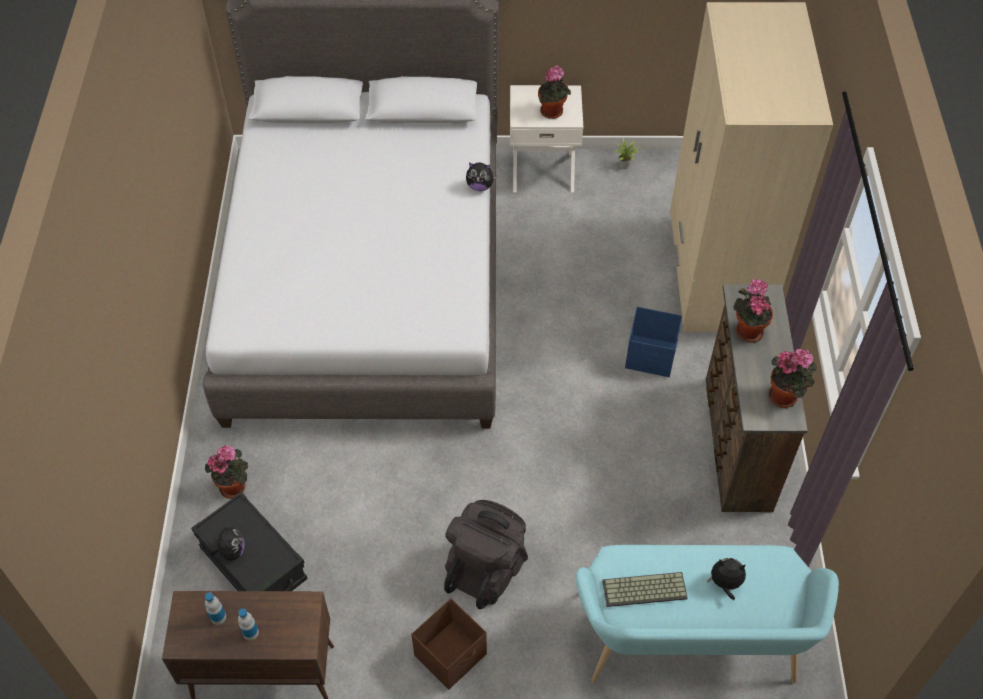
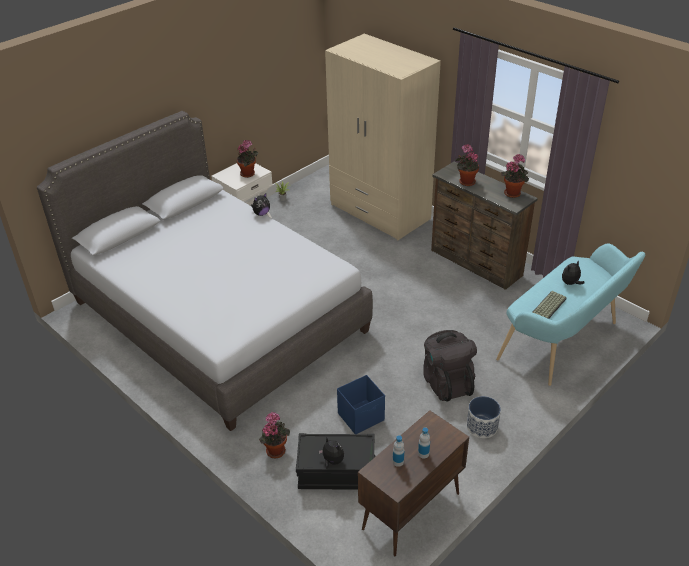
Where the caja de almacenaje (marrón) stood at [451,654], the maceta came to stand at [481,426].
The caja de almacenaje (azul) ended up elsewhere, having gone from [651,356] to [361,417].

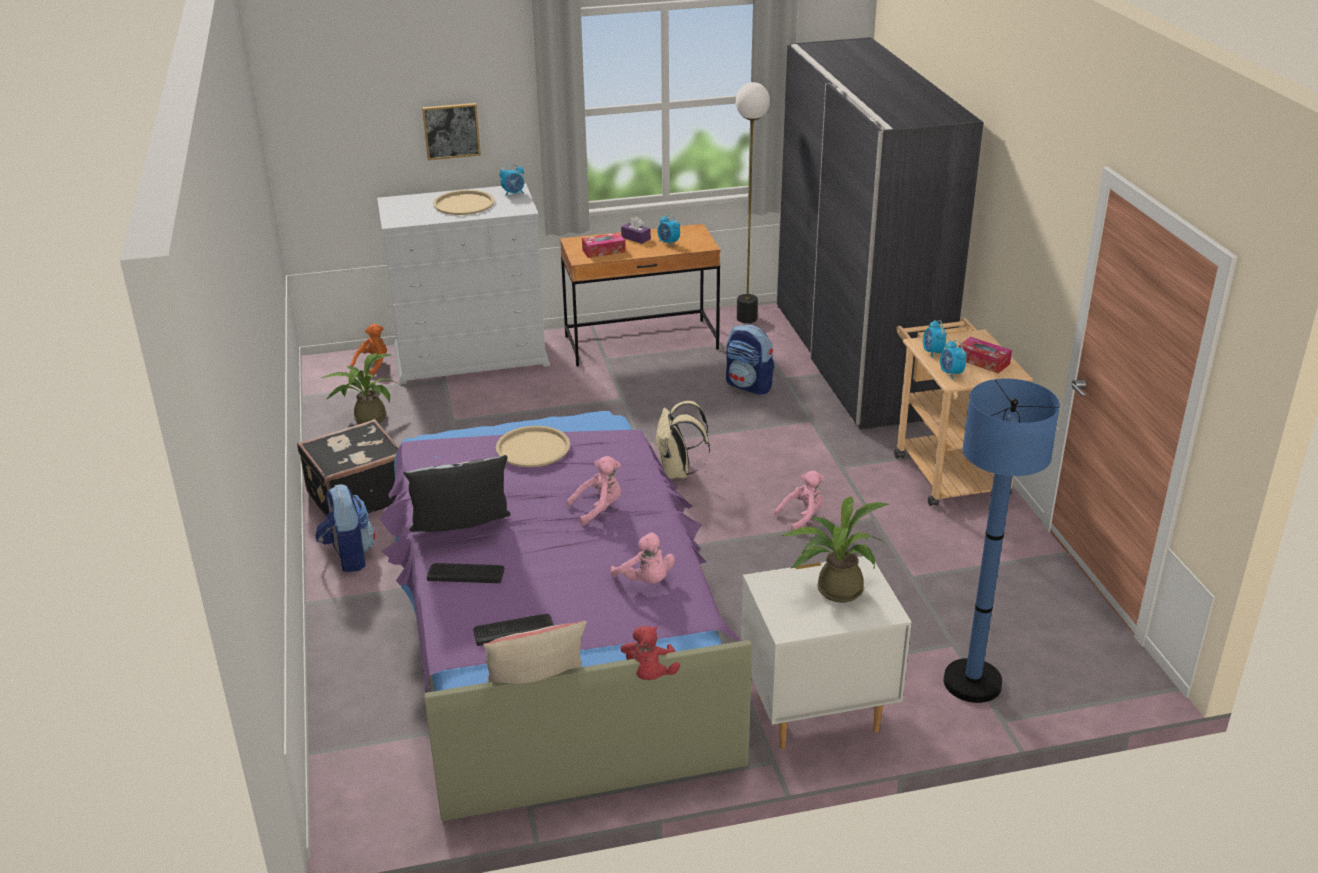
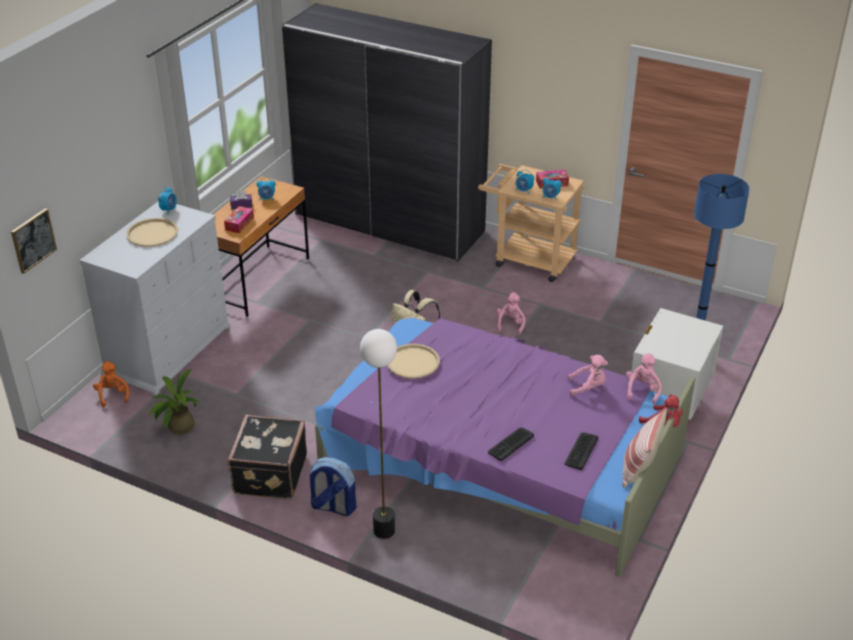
The second view lost the cojín at [462,530].
The cuadro ended up elsewhere, having gone from [451,131] to [33,240].
The peluche (rosa) ended up elsewhere, having gone from [599,508] to [642,390].
The second view lost the mochila at [749,386].
The lámpara de pie ended up elsewhere, having gone from [746,318] to [383,530].
The second view lost the planta en maceta at [833,589].

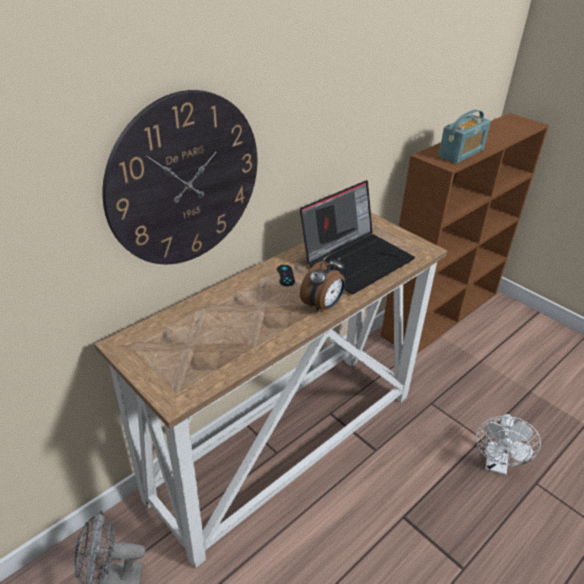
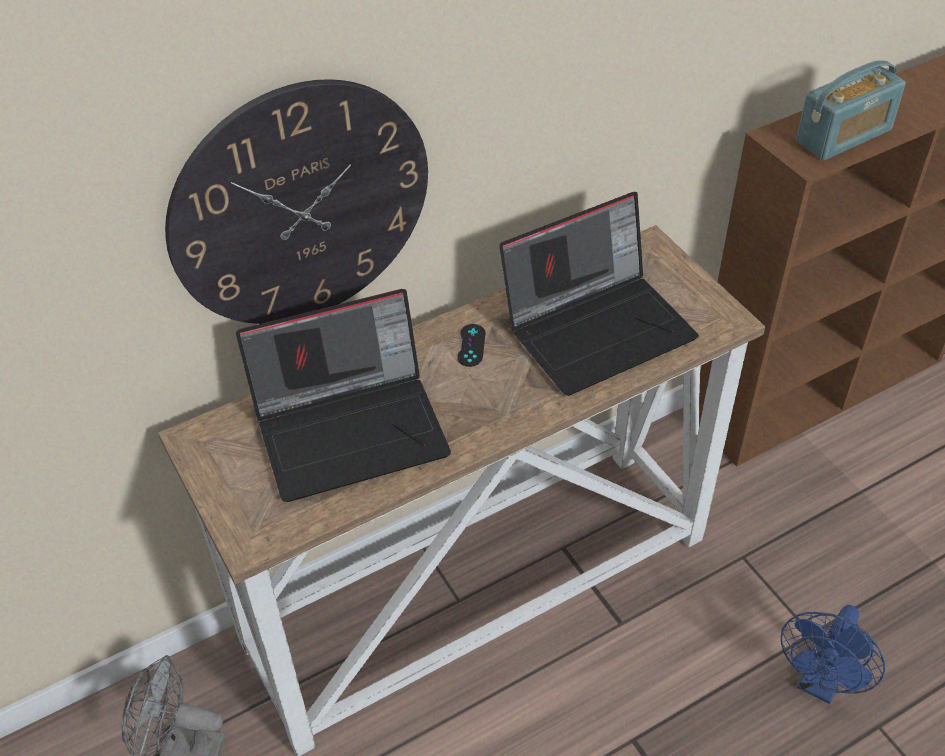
The second view lost the despertador at [323,306].
What was the ventilador (blanco) at [496,464] turned into the ventilador (azul) at [820,683].
The second view gained the portátil at [353,428].

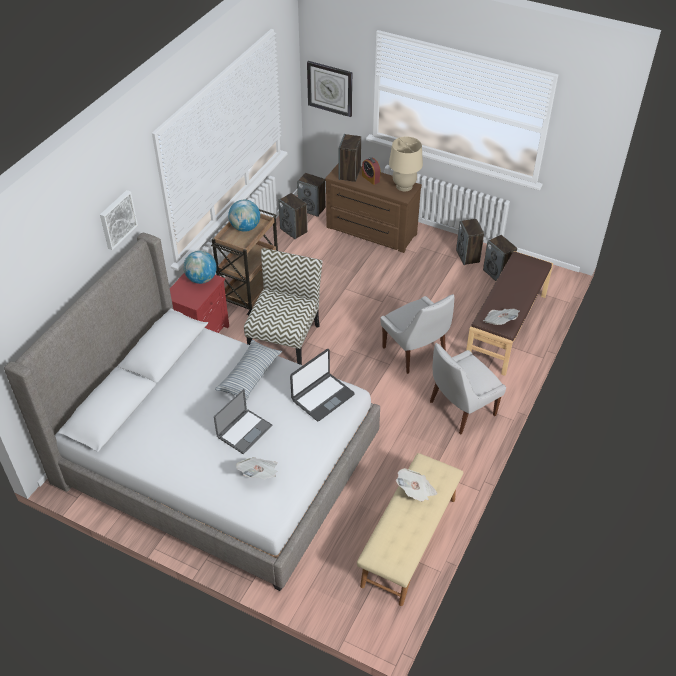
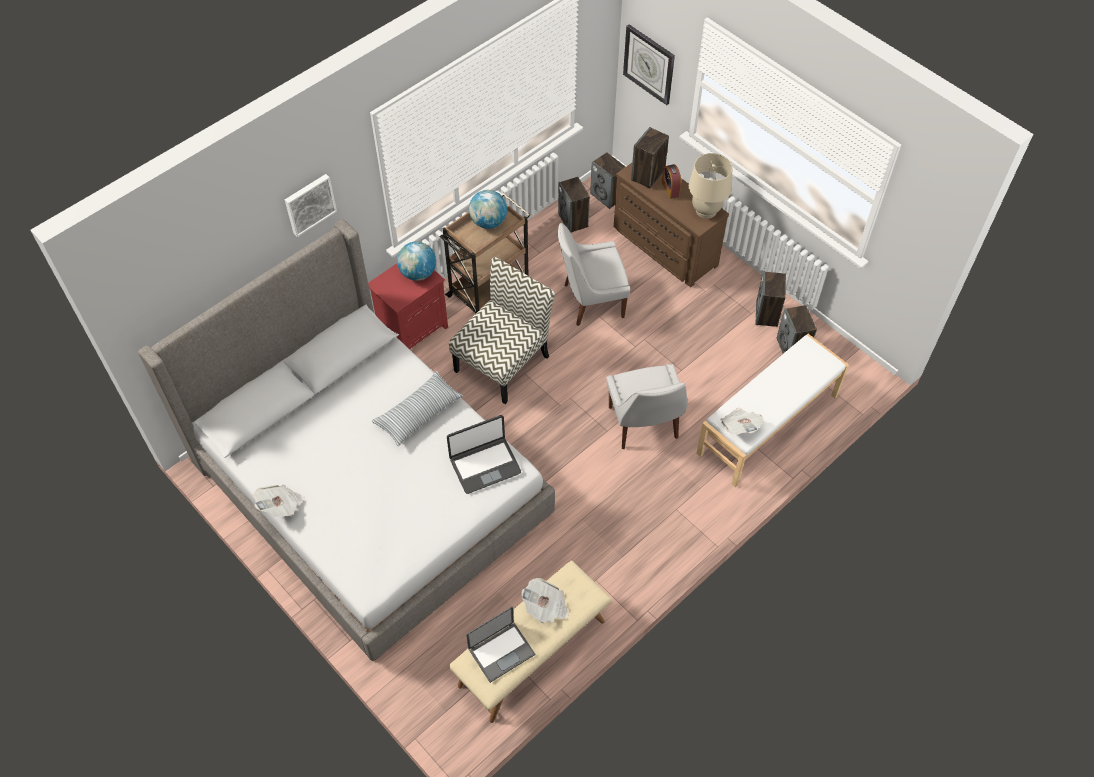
The portátil ended up elsewhere, having gone from [244,430] to [502,651].
The periódico ended up elsewhere, having gone from [259,474] to [281,506].
The silla (blanco) ended up elsewhere, having gone from [460,409] to [591,301].
What was the banco (marrón) at [507,327] turned into the banco (blanco) at [768,425].

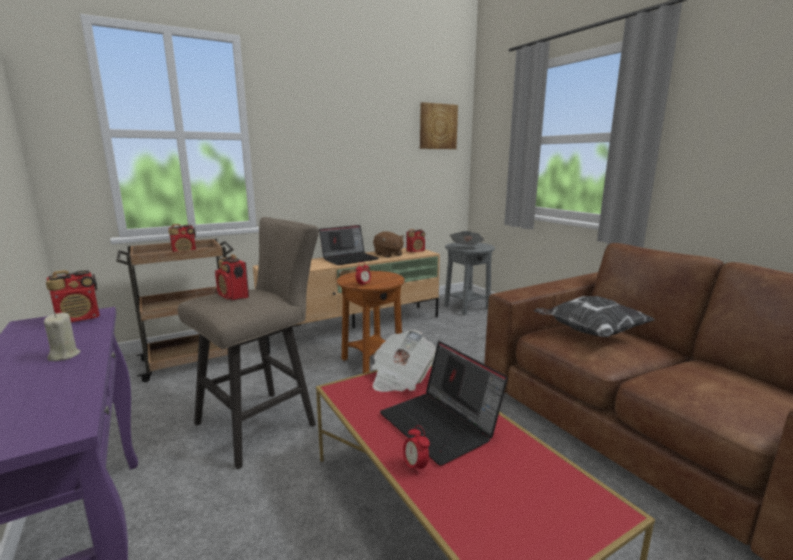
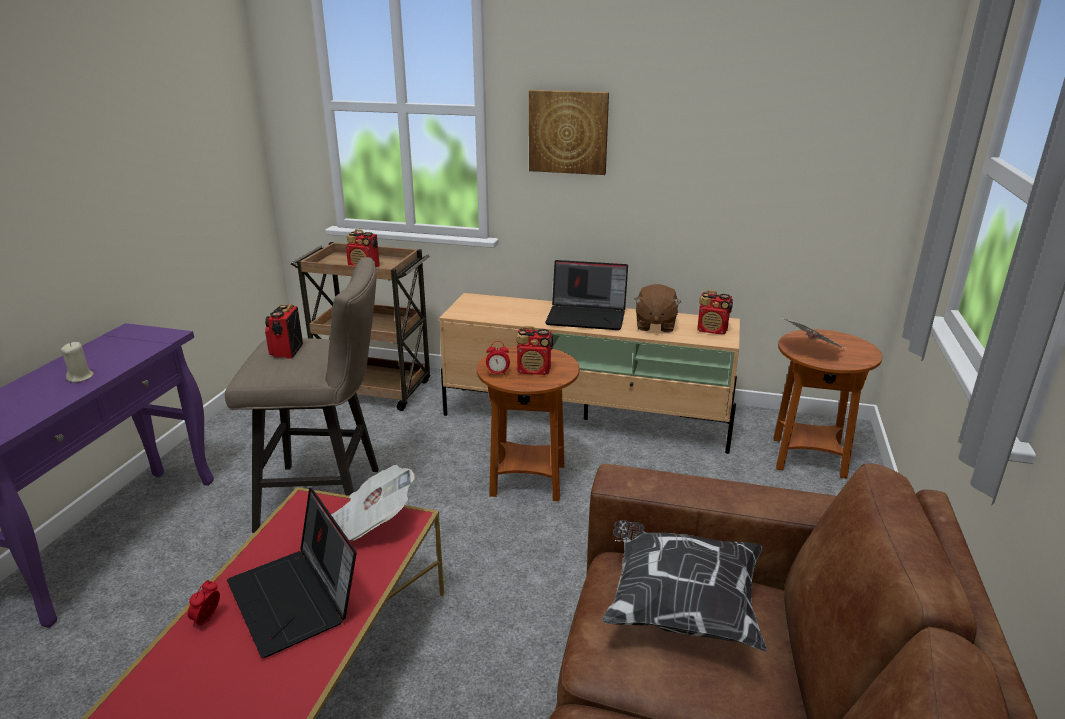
The radio ended up elsewhere, having gone from [79,319] to [534,370].
The portátil at [441,425] ended up facing another way, 45 degrees counterclockwise from before.
The cuadro ended up elsewhere, having gone from [437,126] to [568,132].
What was the mesa auxiliar (gris) at [467,308] turned into the mesa auxiliar (marrón) at [808,458].

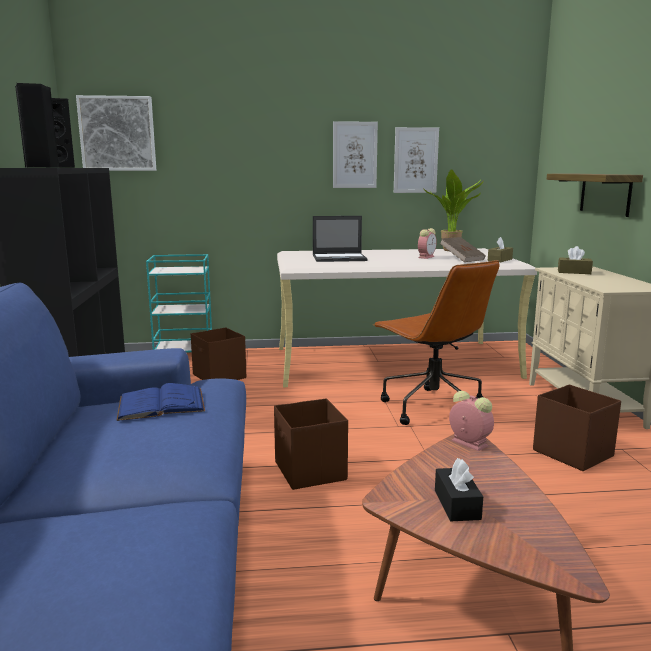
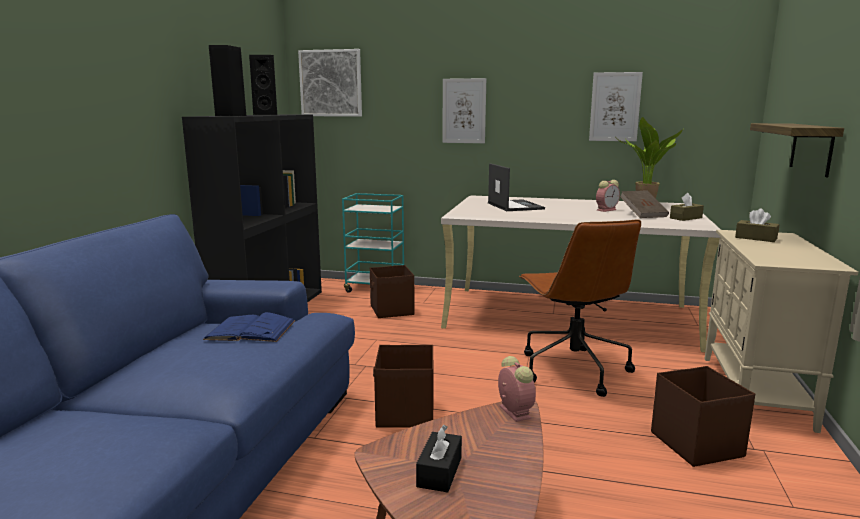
The portátil at [340,258] ended up facing another way, 120 degrees counterclockwise from before.
The cuadro ended up elsewhere, having gone from [354,155] to [464,111].

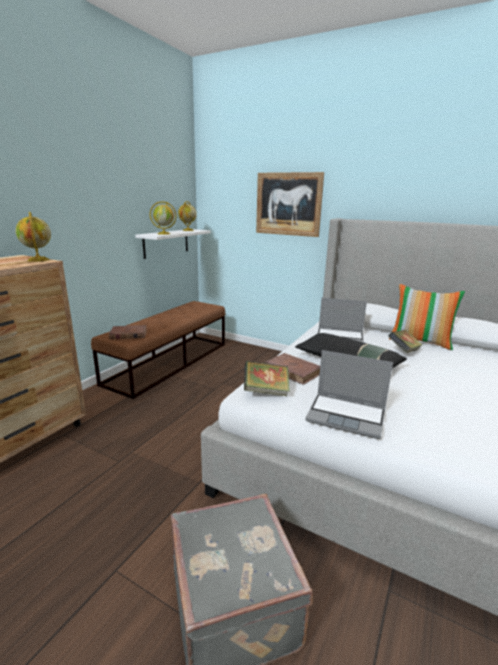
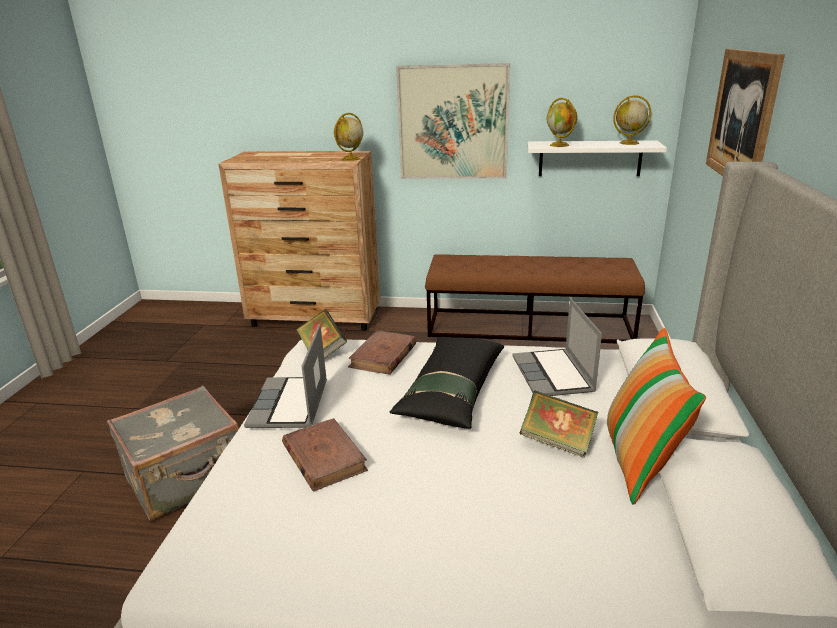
The libro (marrón) ended up elsewhere, having gone from [128,334] to [324,457].
The second view gained the cuadro at [453,123].

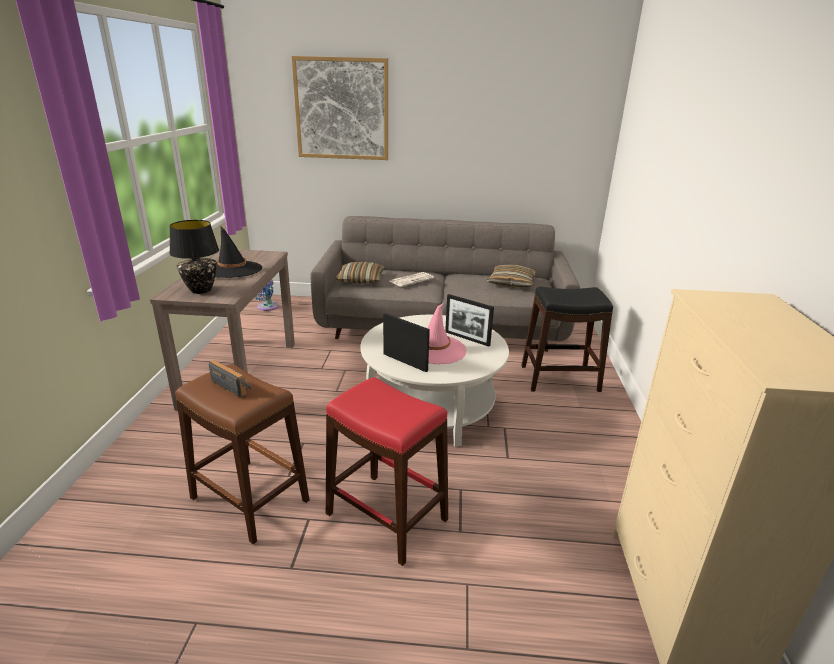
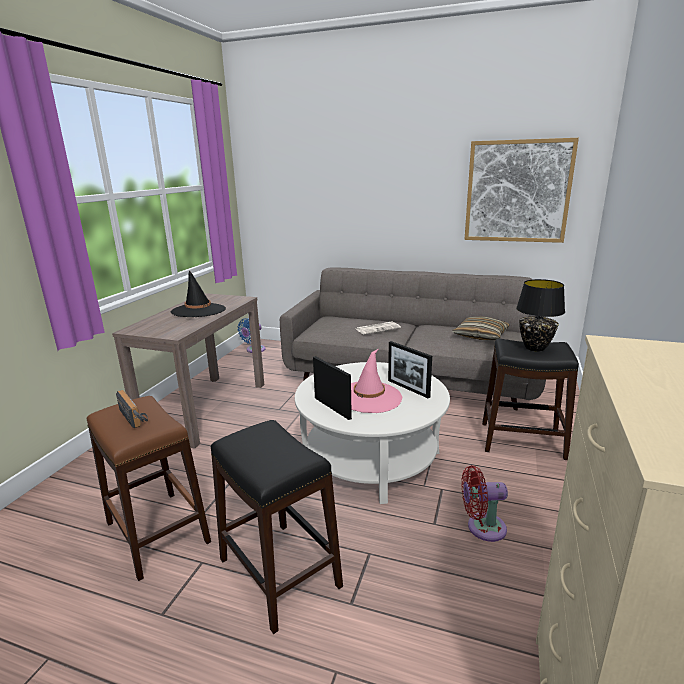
The lámpara de mesa (negro) ended up elsewhere, having gone from [201,290] to [534,348].
The cuadro ended up elsewhere, having gone from [342,109] to [517,191].
What was the taburete (rojo) at [386,517] turned into the taburete (negro) at [279,573].
The second view lost the cojín at [360,279].
The second view gained the ventilador (rojo) at [482,527].

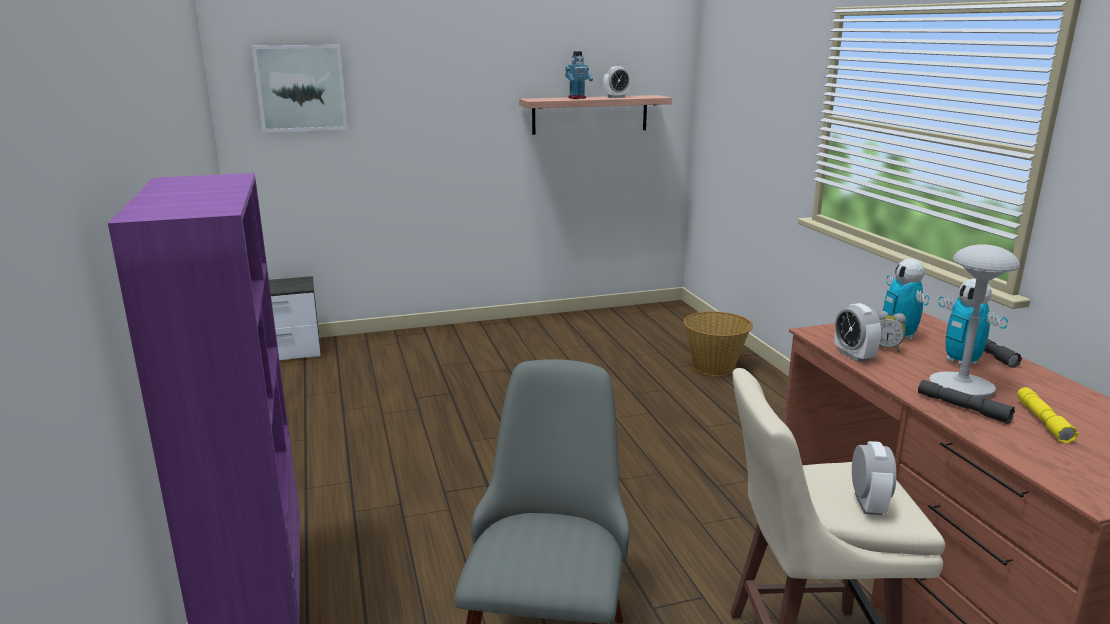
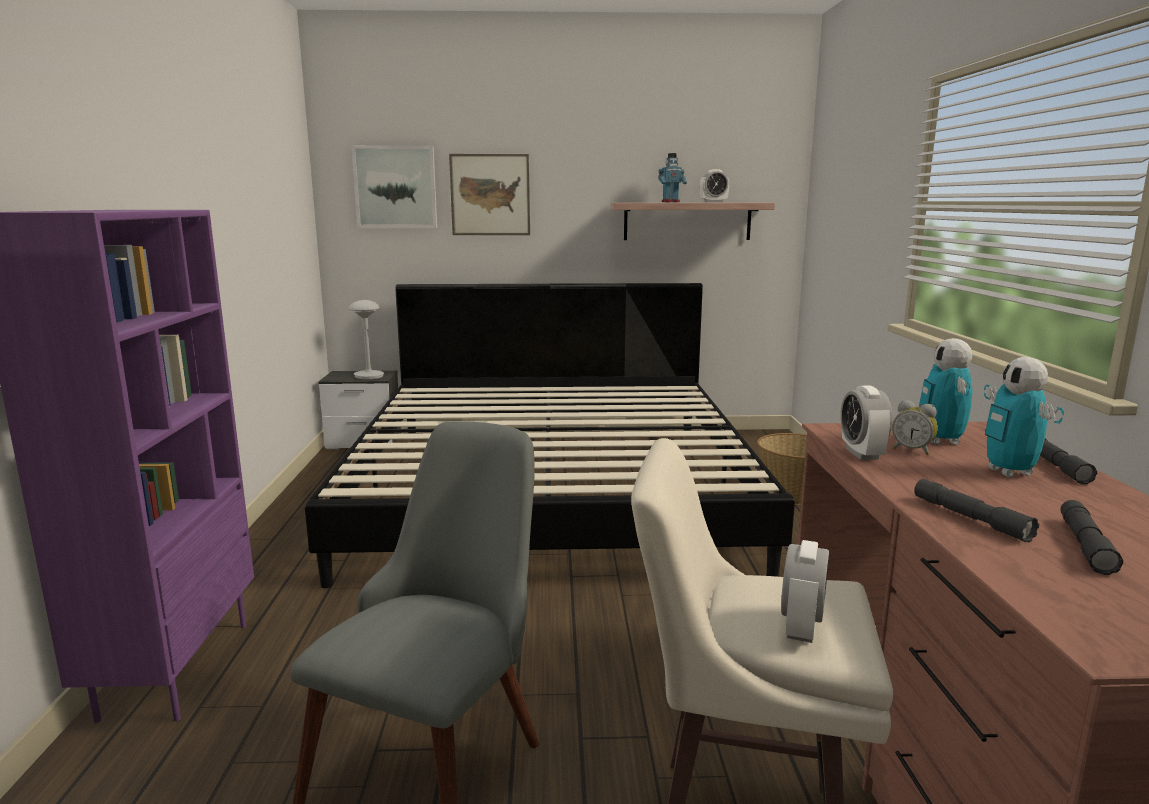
The lámpara de mesa (gris) ended up elsewhere, having gone from [961,388] to [369,376].
What was the linterna (amarillo) at [1043,421] turned into the linterna (gris) at [1085,545].
The second view gained the cama at [551,490].
The second view gained the cuadro at [490,195].

